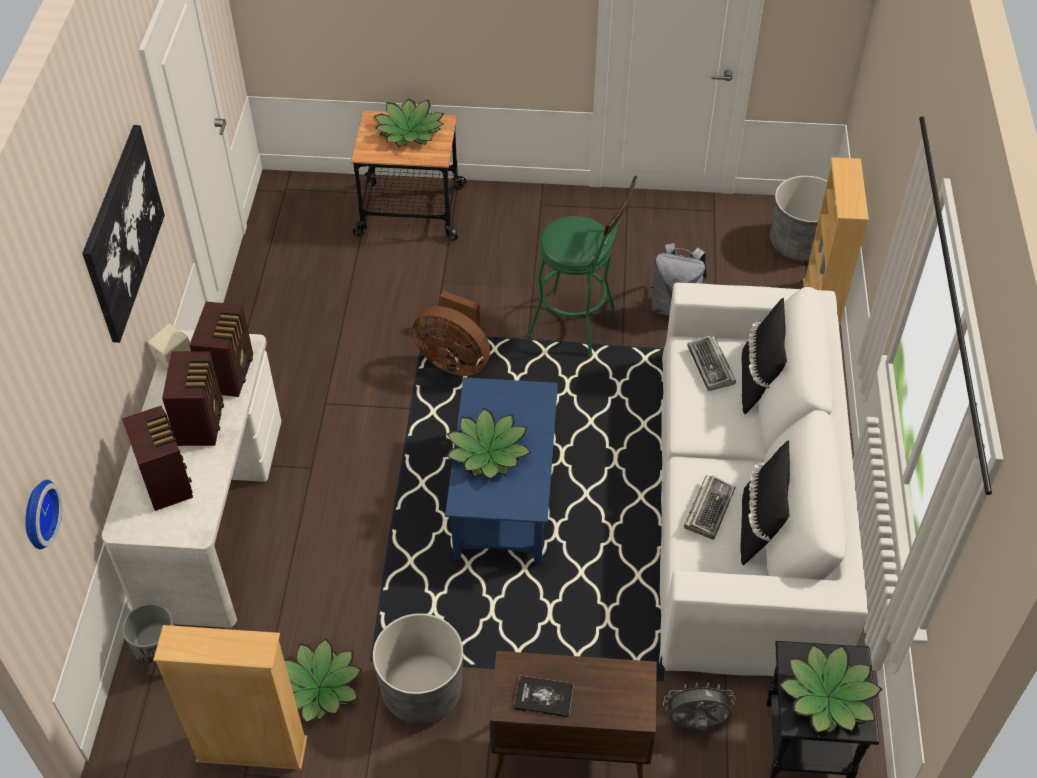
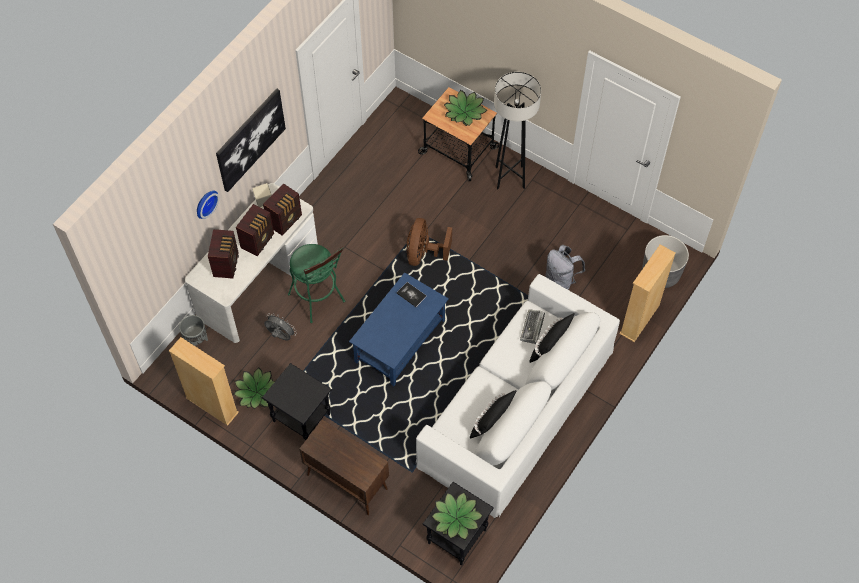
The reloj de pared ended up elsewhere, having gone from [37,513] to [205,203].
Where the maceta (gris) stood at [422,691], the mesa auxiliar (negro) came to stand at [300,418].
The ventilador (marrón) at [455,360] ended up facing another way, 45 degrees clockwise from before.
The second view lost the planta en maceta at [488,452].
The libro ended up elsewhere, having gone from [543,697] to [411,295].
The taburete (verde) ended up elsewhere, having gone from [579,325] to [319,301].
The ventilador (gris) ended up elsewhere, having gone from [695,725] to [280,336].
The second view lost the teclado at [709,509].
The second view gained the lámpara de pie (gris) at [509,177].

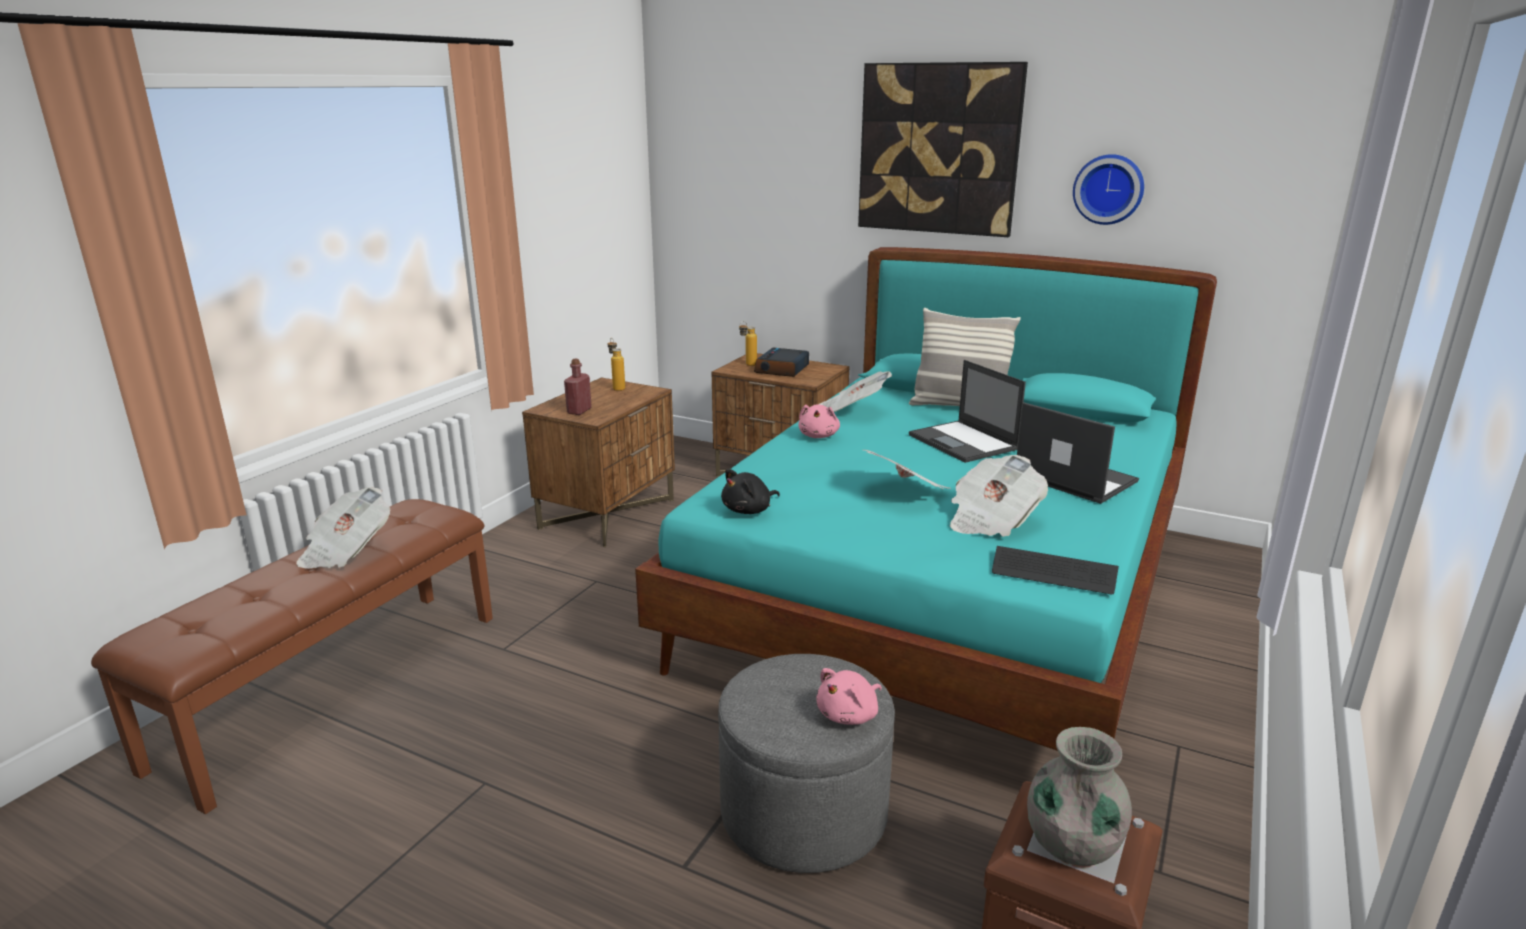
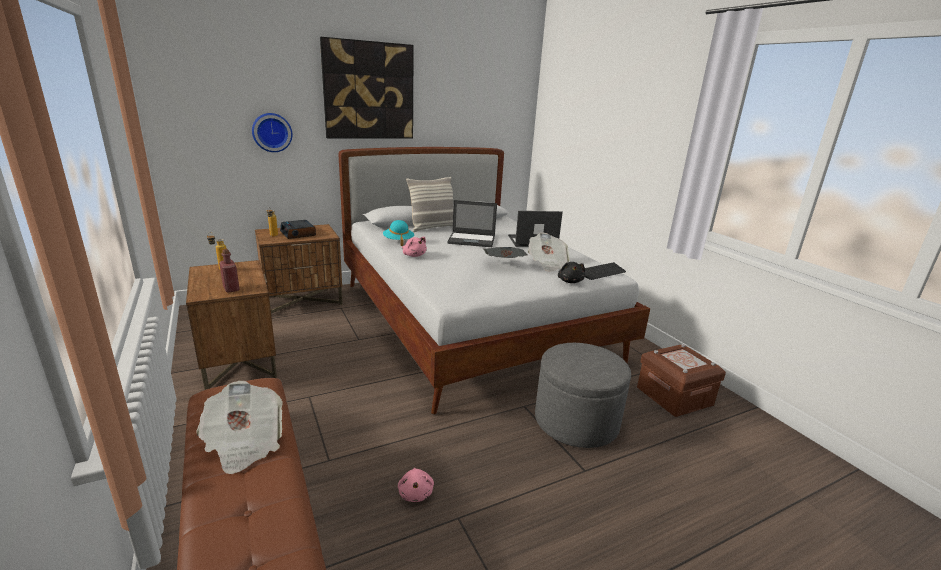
What was the cama (turquesa) at [945,597] turned into the cama (blanco) at [471,320].
The peluche (negro) ended up elsewhere, having gone from [749,510] to [570,281].
The peluche (rosa) ended up elsewhere, having gone from [849,715] to [416,492].
Where the periódico stood at [851,411], the sombrero (turquesa) came to stand at [398,241].
The second view lost the florero (gris) at [1072,844].
The reloj de pared ended up elsewhere, having gone from [1108,189] to [272,132].

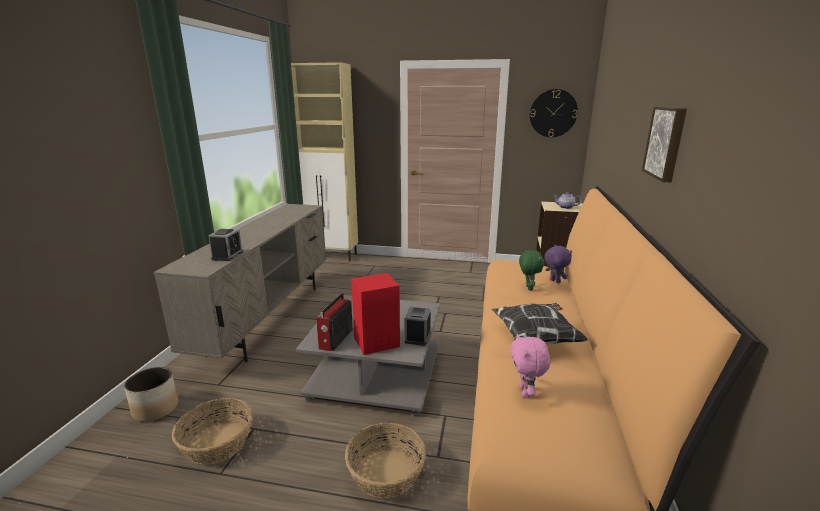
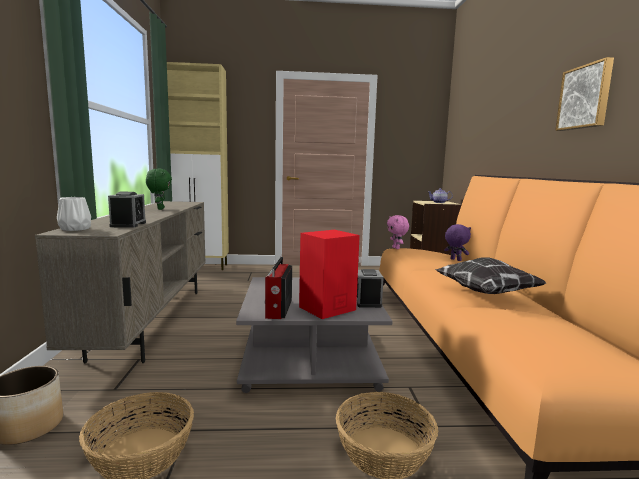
The peluche (rosa) ended up elsewhere, having gone from [526,393] to [396,248].
The peluche (verde) ended up elsewhere, having gone from [528,288] to [160,209].
The second view lost the reloj de pared at [553,113].
The second view gained the florero (blanco) at [76,229].

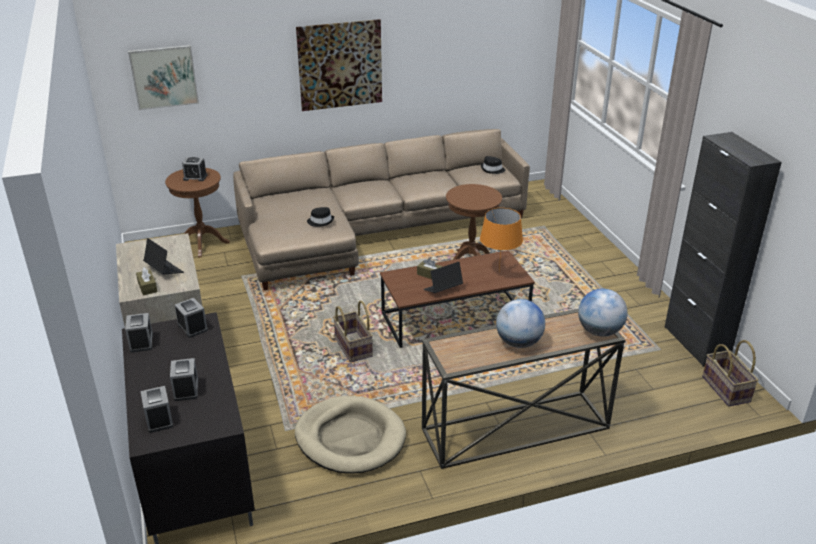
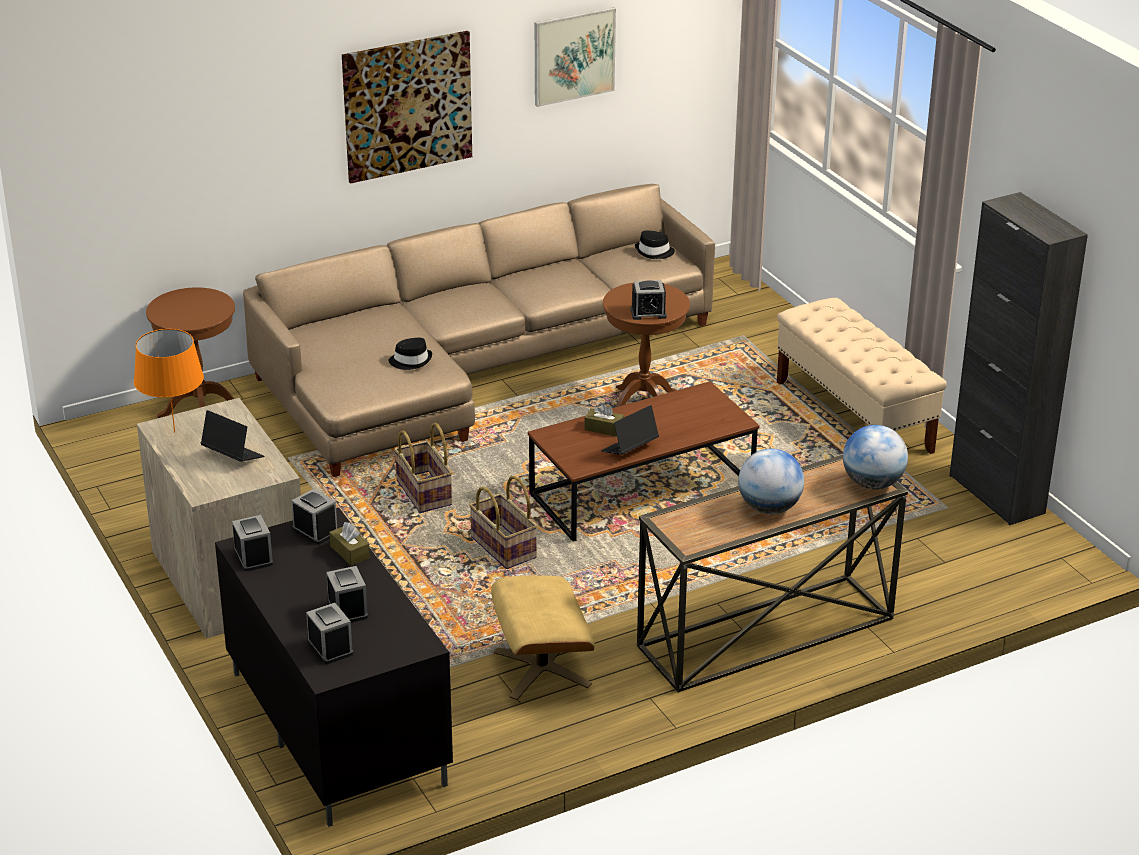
The cuadro ended up elsewhere, having gone from [164,77] to [574,56].
The caja de pañuelos (marrón) ended up elsewhere, having gone from [147,287] to [349,552].
The despertador ended up elsewhere, having gone from [195,177] to [648,313].
Where the cama para perro (beis) stood at [350,438], the puf (beis) came to stand at [541,668].
The lámpara de mesa (naranja) ended up elsewhere, having gone from [498,272] to [174,432].
The cesta ended up elsewhere, having gone from [727,389] to [425,493].
The second view gained the banco (beis) at [854,417].

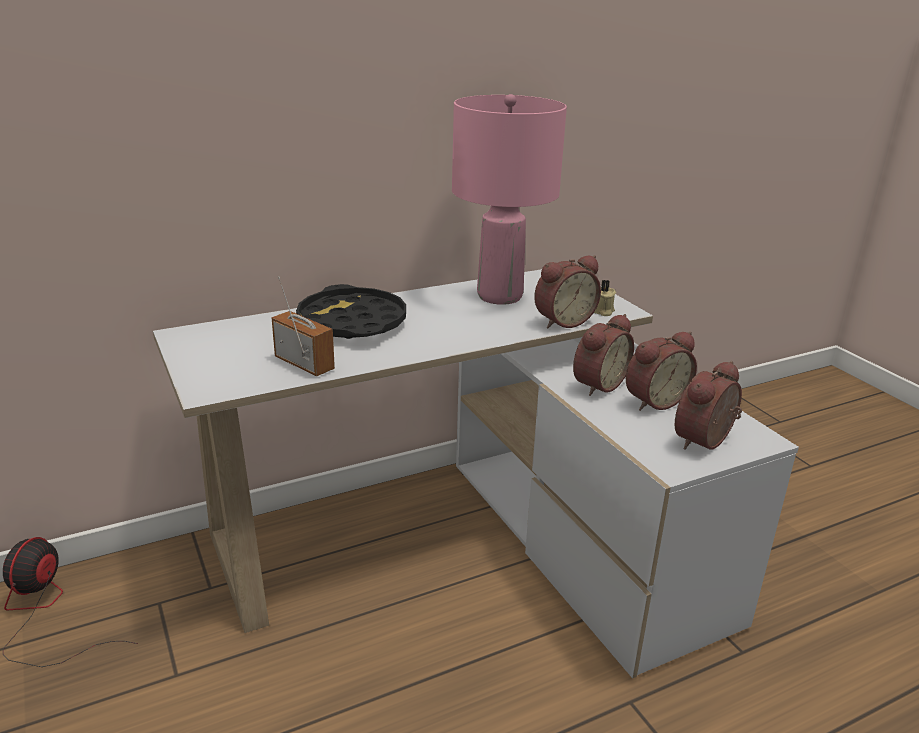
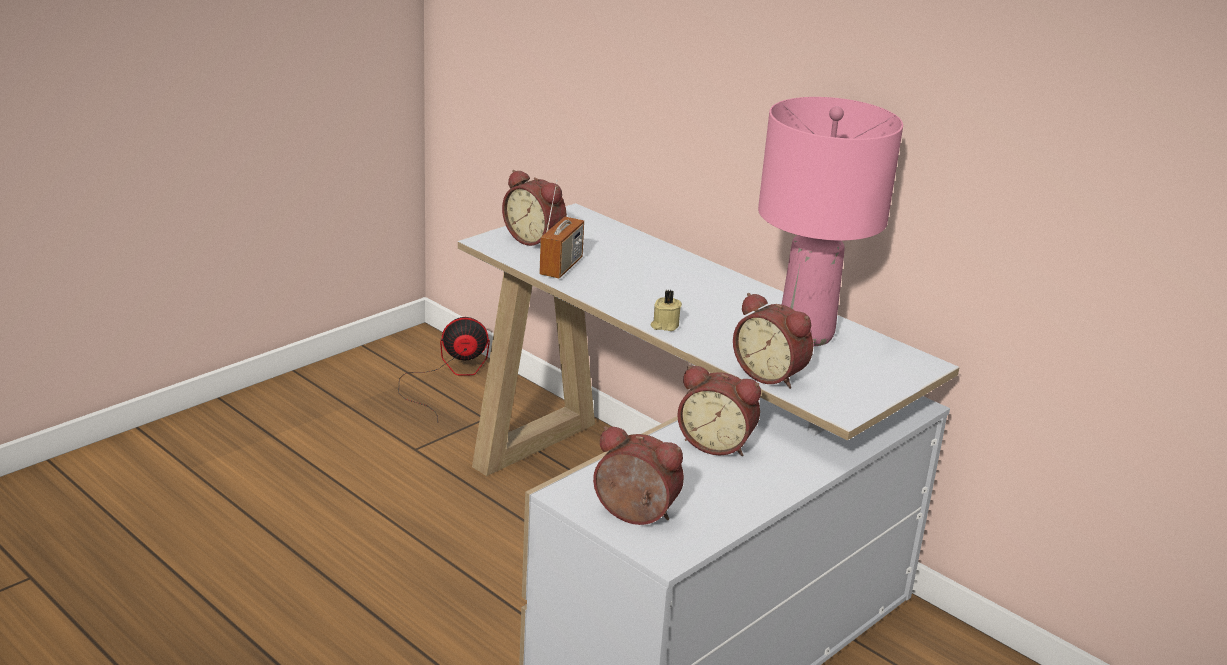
The second view lost the bandeja (negro) at [352,323].
The vela (beis) ended up elsewhere, having gone from [602,311] to [664,325].
The despertador ended up elsewhere, having gone from [653,400] to [536,239].

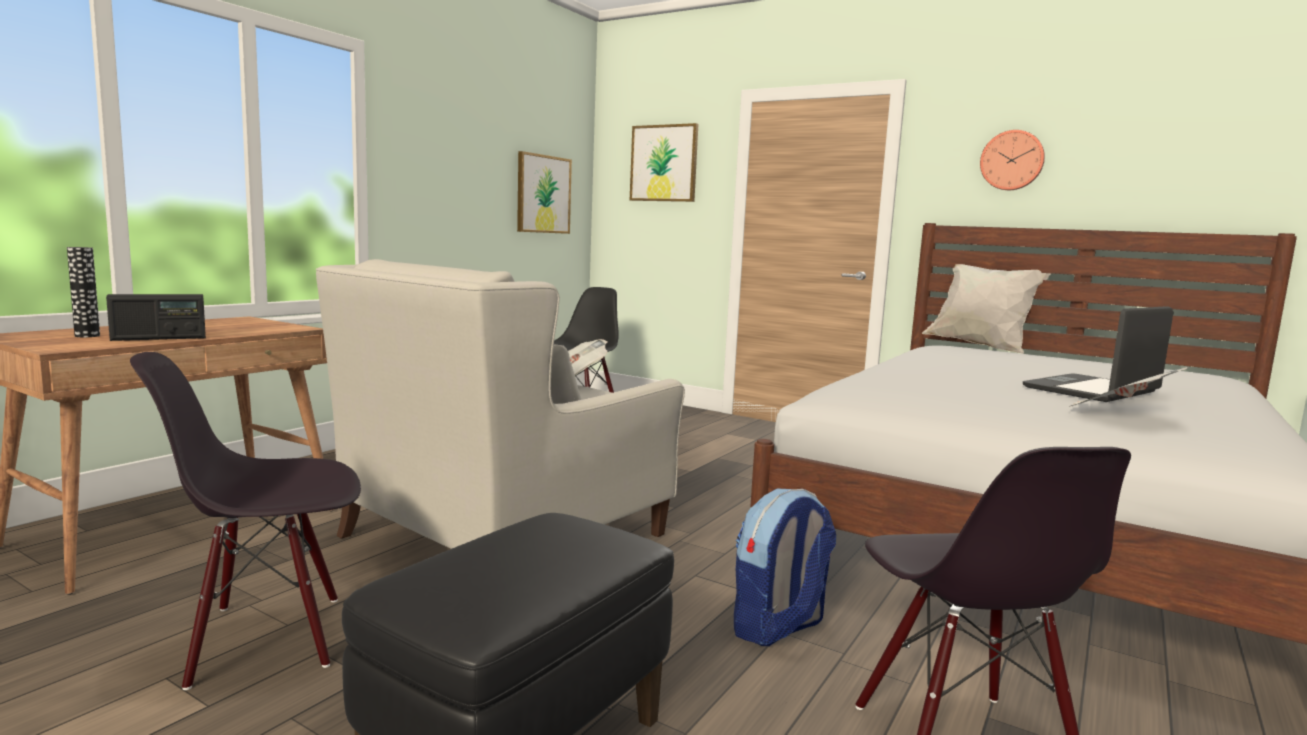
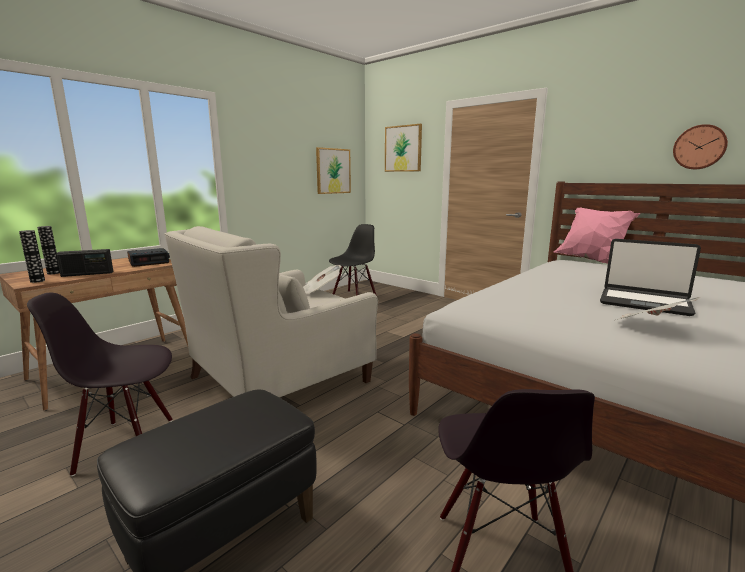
The second view lost the mochila at [778,628].
What was the cojín (blanco) at [979,347] turned into the cojín (rosa) at [591,261].
The reloj de pared ended up elsewhere, having gone from [1012,160] to [699,147].
The portátil at [1092,390] ended up facing another way, 120 degrees counterclockwise from before.
The second view gained the florero at [37,281].
The second view gained the despertador at [149,262].

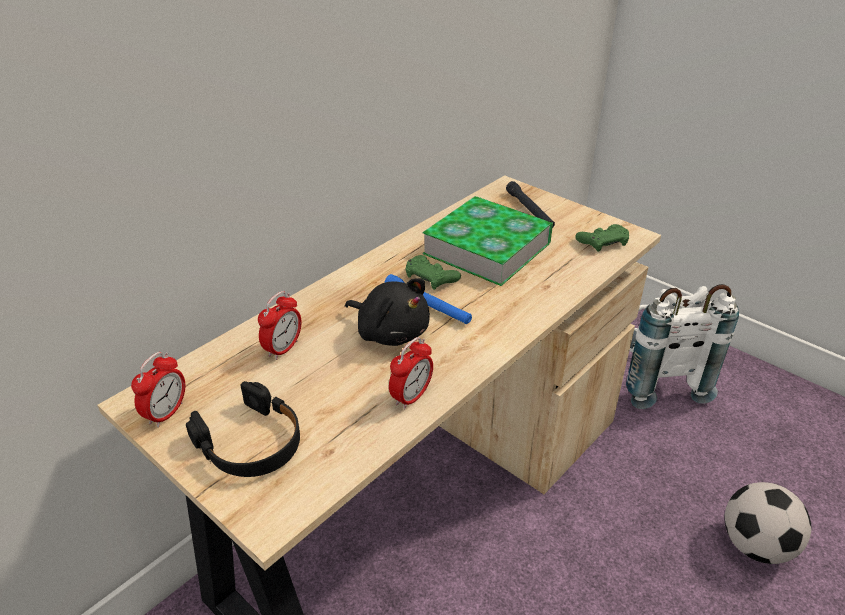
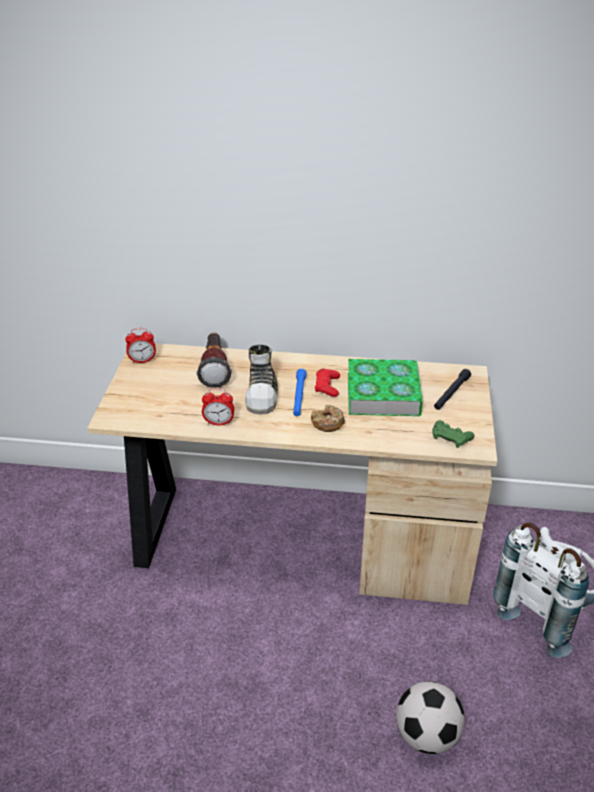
The second view lost the auriculares (negro) at [251,443].
Where the despertador stood at [283,349], the linterna came to stand at [215,369].
Where the peluche (negro) stood at [390,332], the zapato came to stand at [262,394].
What was the mando de consola (verde) at [431,277] turned into the mando de consola (rojo) at [327,386].
The second view gained the rosquilla at [327,423].

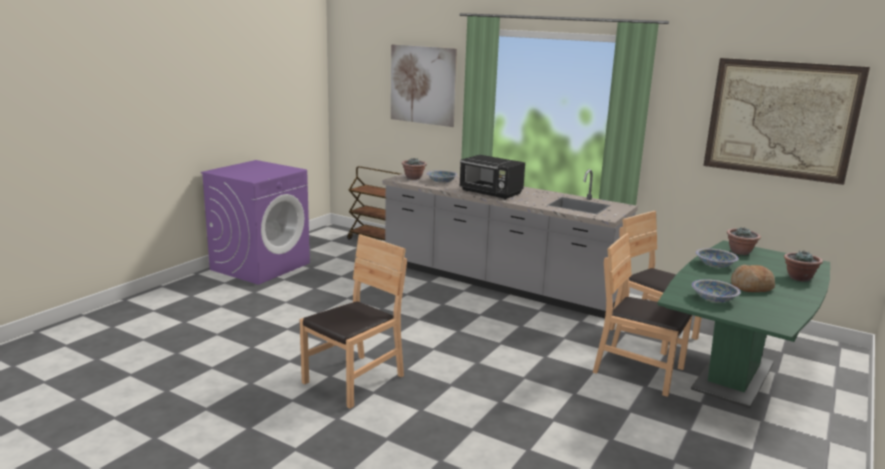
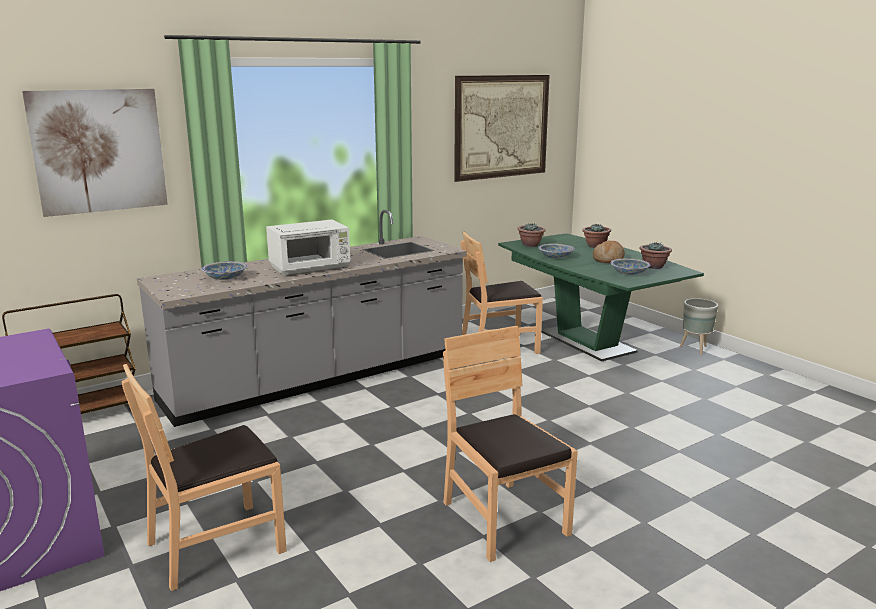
The planta en maceta ended up elsewhere, having gone from [413,178] to [653,267].
What was the microondas (negro) at [491,193] turned into the microondas (blanco) at [311,268].
The silla (marrón) ended up elsewhere, having gone from [638,371] to [216,545].
The second view gained the maceta (gris) at [695,349].

